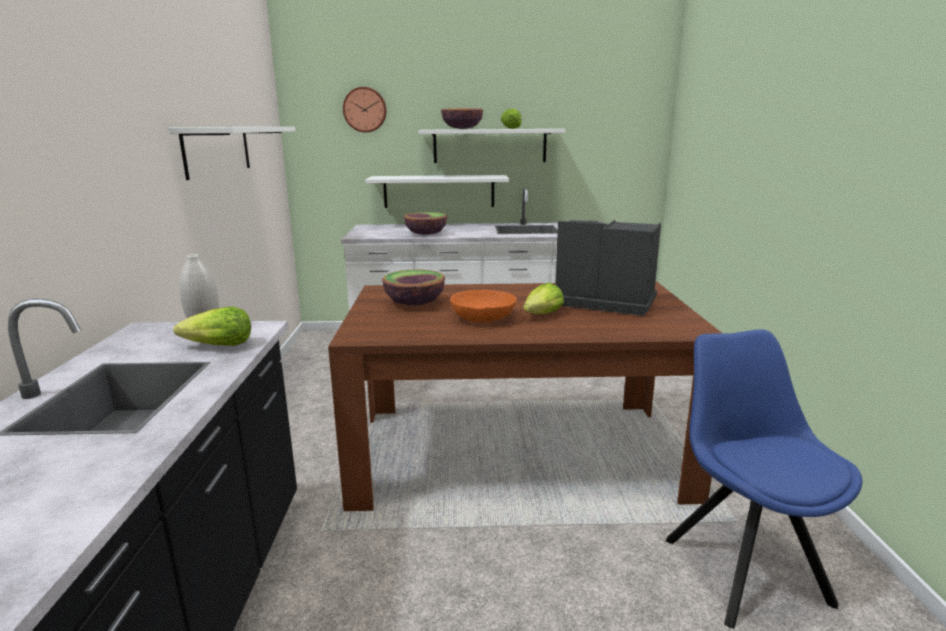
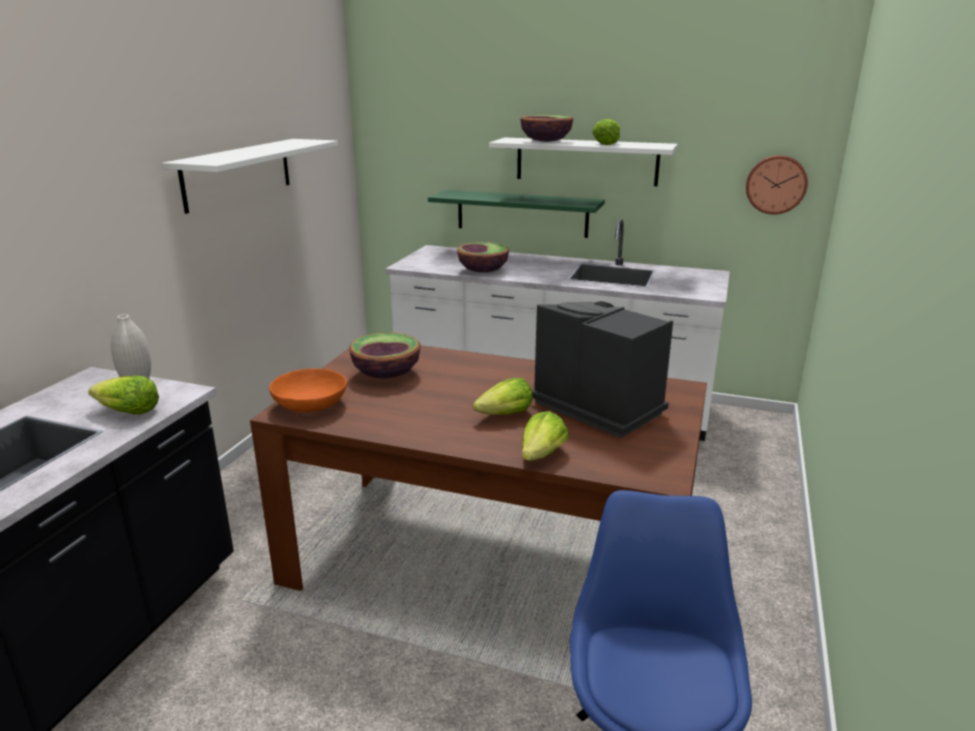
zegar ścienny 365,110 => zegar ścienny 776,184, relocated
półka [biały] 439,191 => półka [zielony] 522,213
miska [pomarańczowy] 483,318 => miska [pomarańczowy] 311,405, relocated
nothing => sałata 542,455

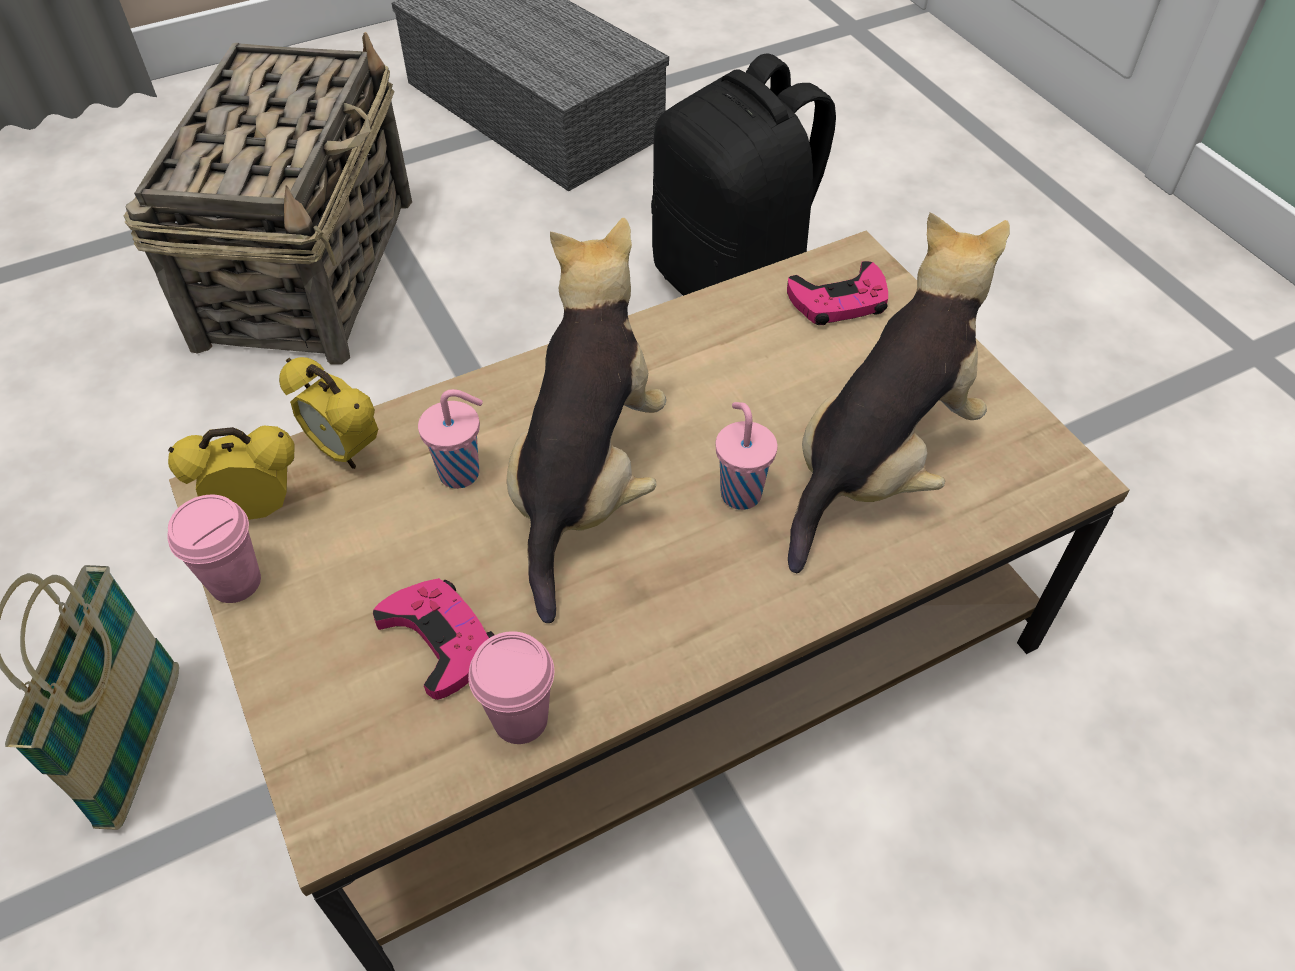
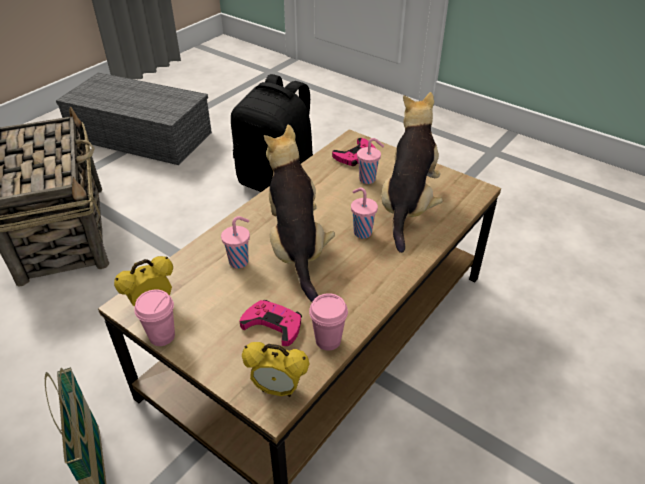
budzik 345,451 => budzik 277,389, relocated
nothing => filiżanka [różowy] 368,179

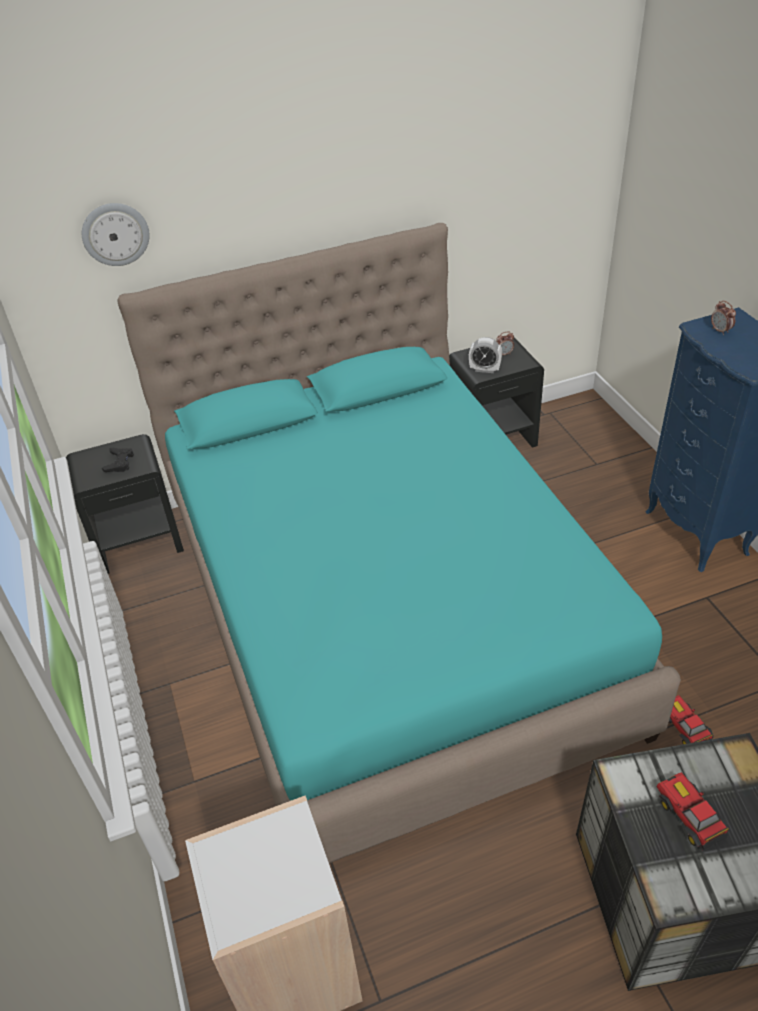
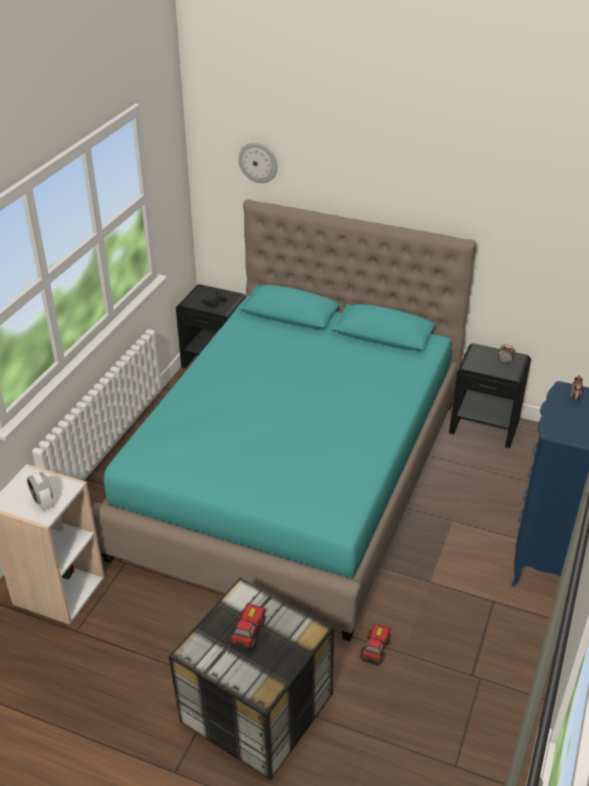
budzik 484,369 => budzik 43,502, relocated

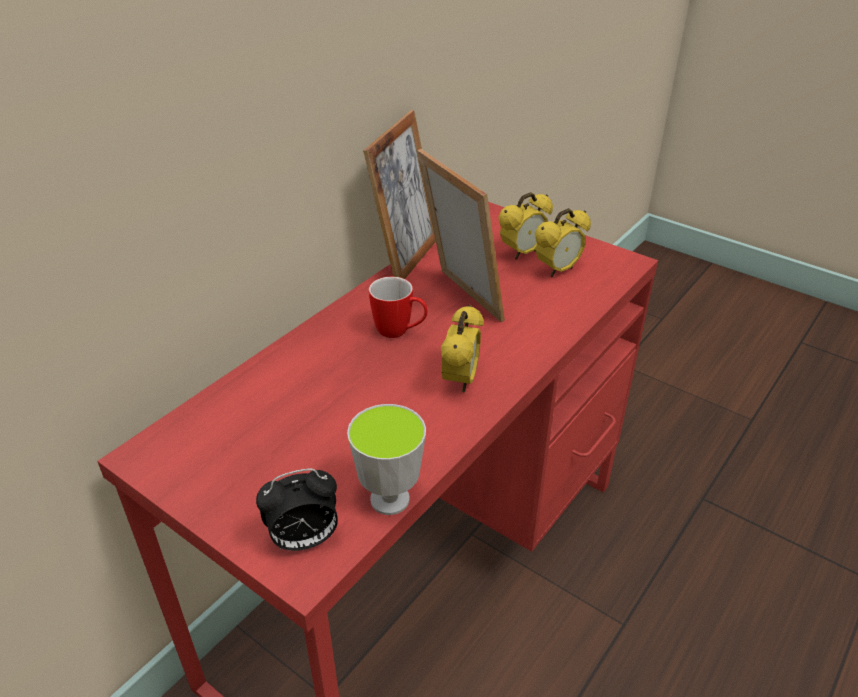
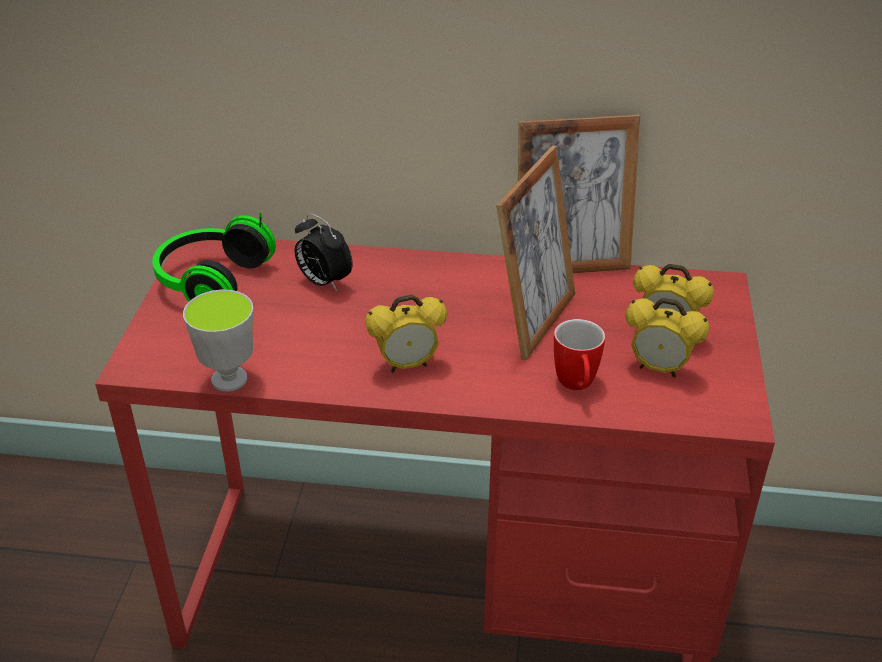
kubek 400,332 => kubek 576,386, relocated
budzik 304,540 => budzik 323,282, relocated
nothing => słuchawki 210,282

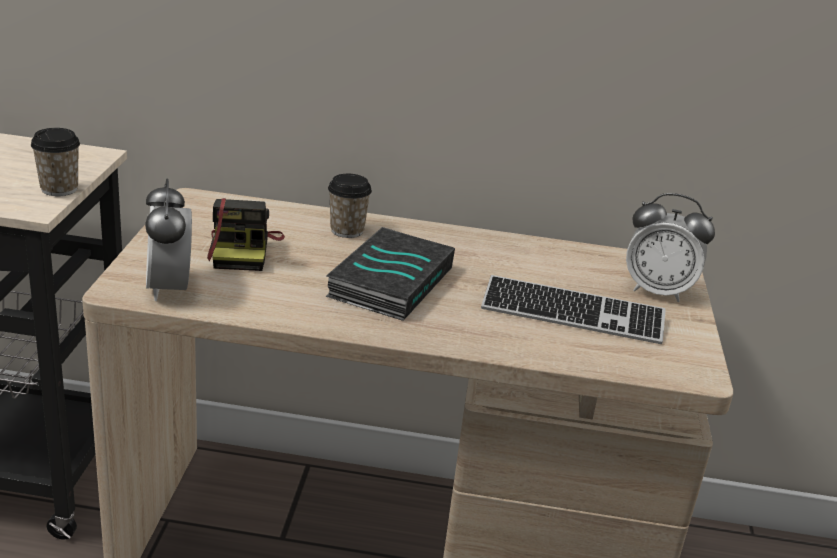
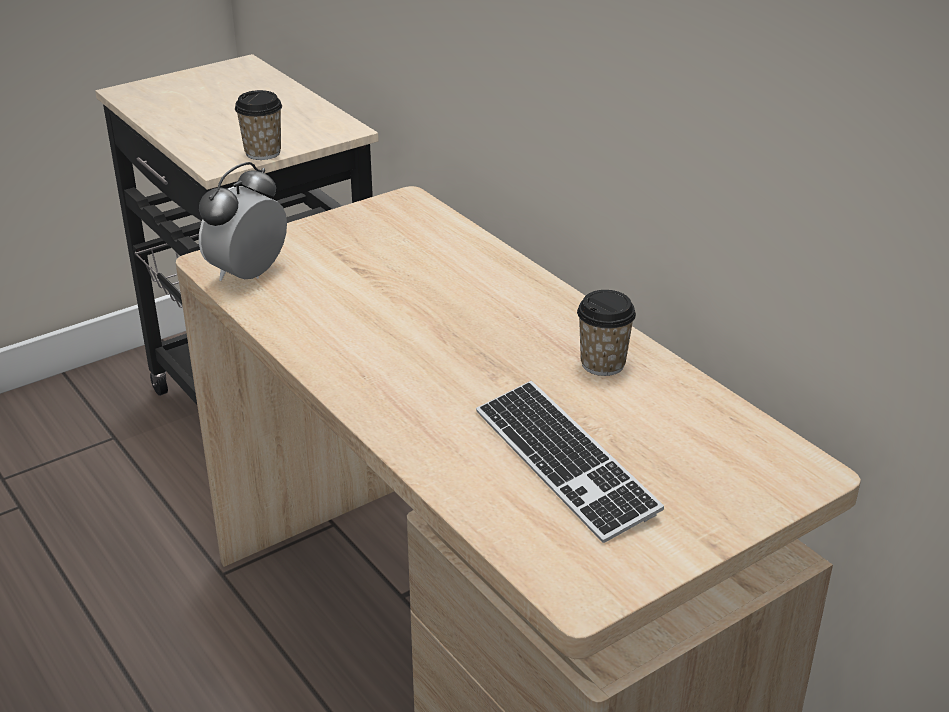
filiżanka 347,230 => filiżanka 602,364, relocated
budzik 657,291 => nothing
aparat fotograficzny 243,250 => nothing
książka 389,281 => nothing

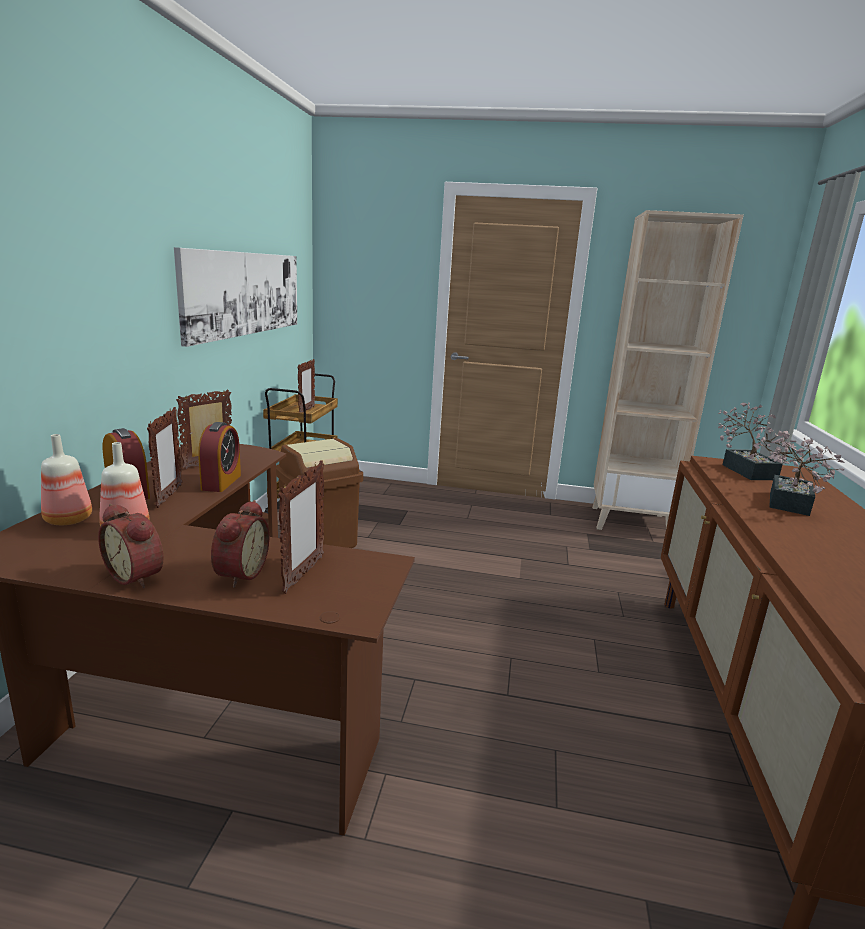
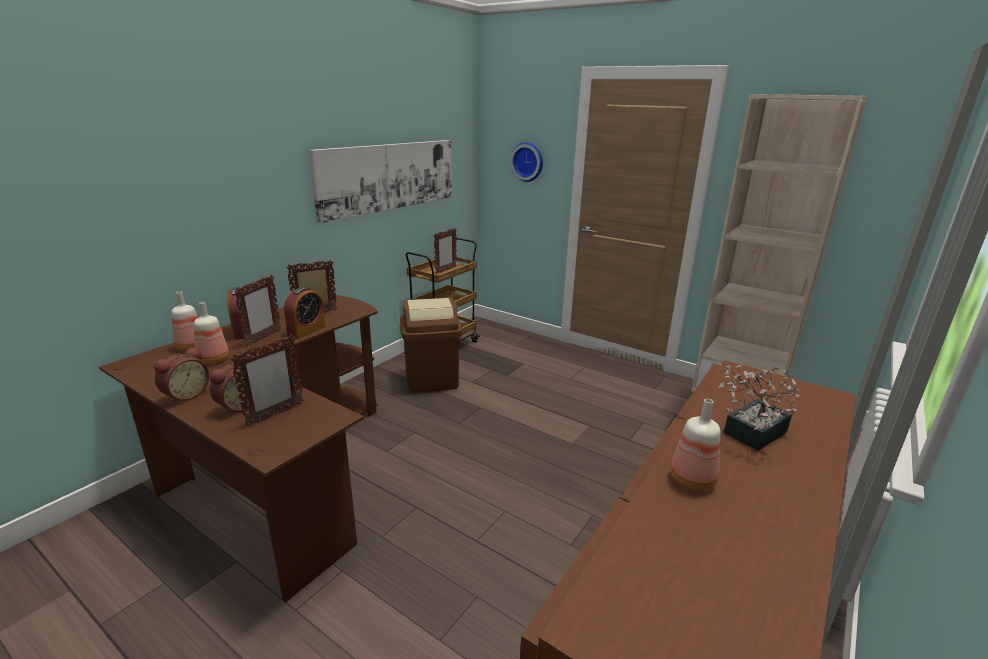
roślina doniczkowa 746,470 => nothing
budzik 138,575 => budzik 185,395, 120 degrees counterclockwise
nothing => zegar ścienny 528,161
nothing => butelka 691,479

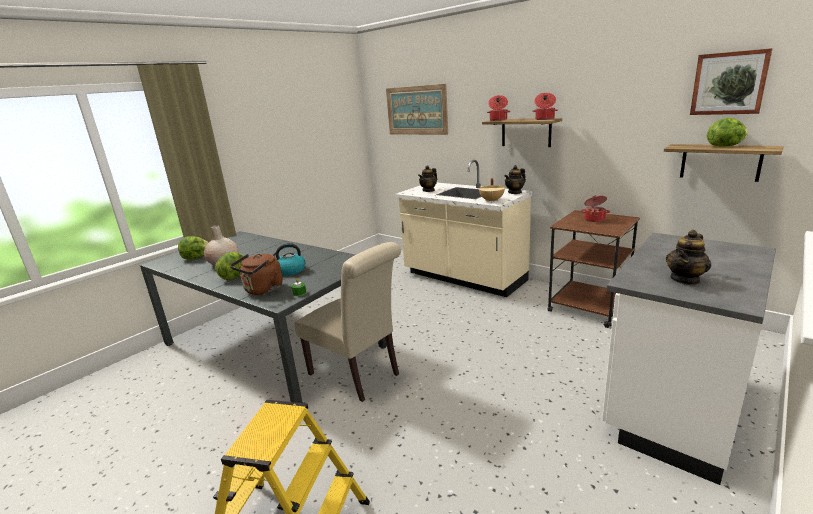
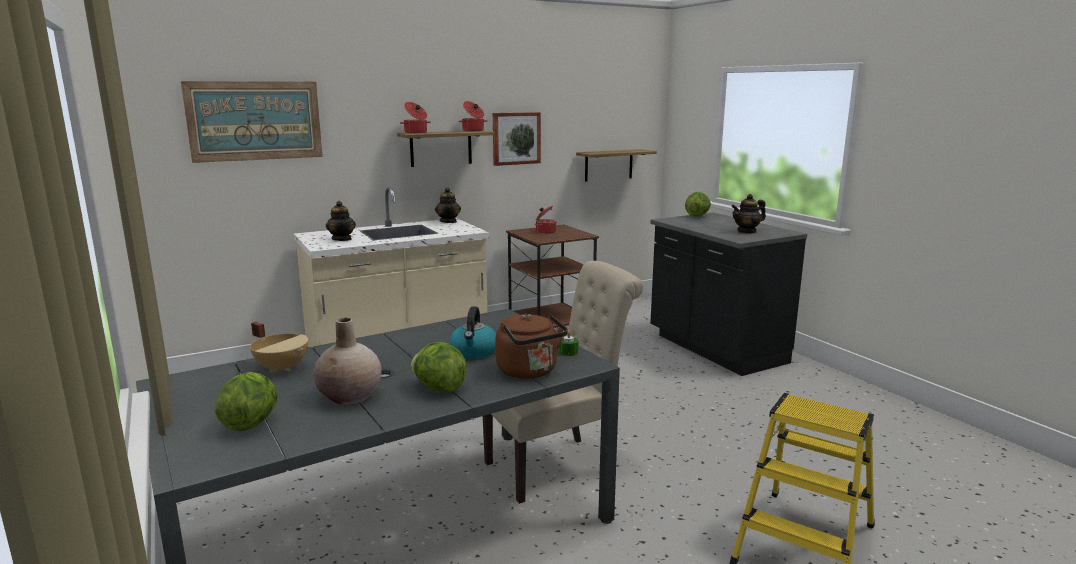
obraz 729,83 => obraz 516,138, relocated
sałata 725,146 => sałata 697,216, relocated
garnek [beżowy] 492,200 => garnek [beżowy] 282,368, relocated
imbryk 685,279 => imbryk 747,231, 90 degrees clockwise
zabudowa kuchenna [biały] 671,409 => zabudowa kuchenna [czarny] 715,349

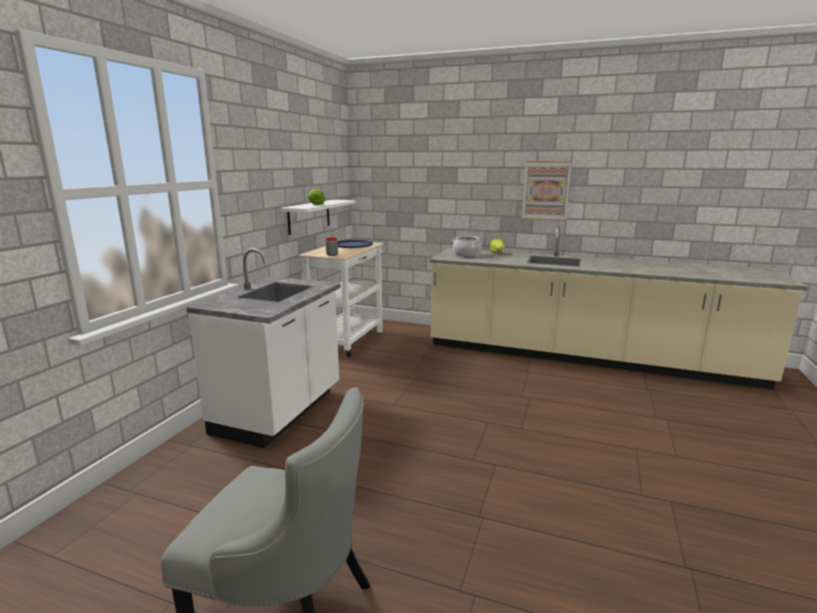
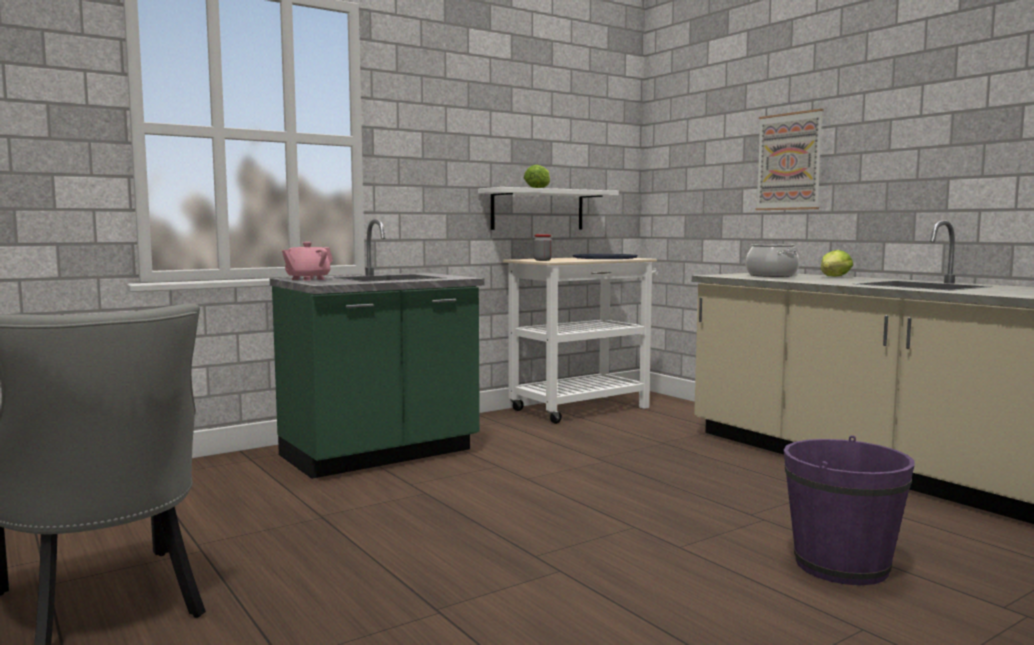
obraz 546,190 => obraz 789,161, relocated
zabudowa kuchenna [biały] 280,412 => zabudowa kuchenna [zielony] 380,454
nothing => imbryk [różowy] 307,279
nothing => wiadro [fioletowy] 841,566

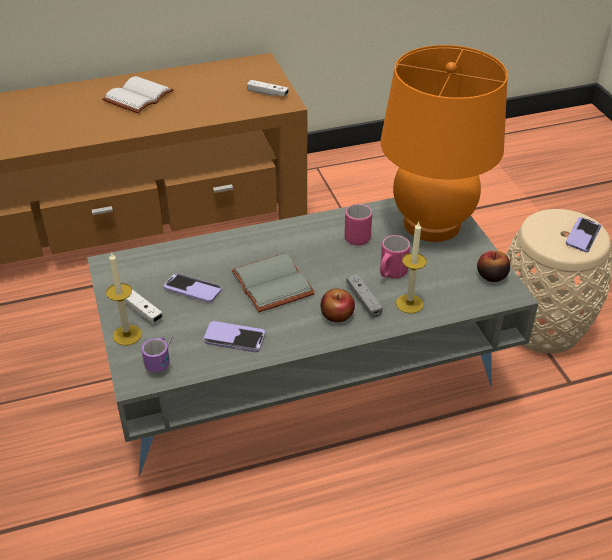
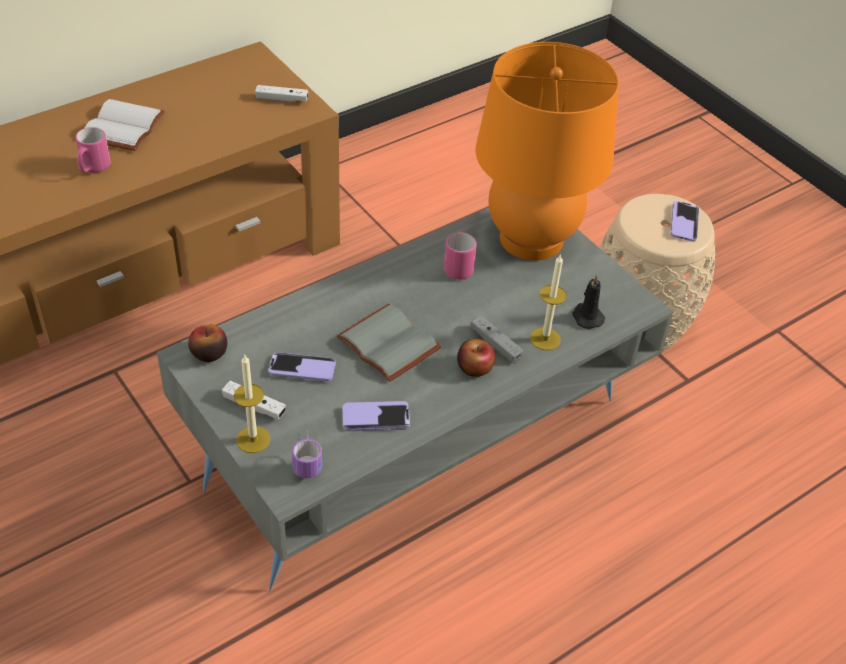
kubek [różowy] 390,274 => kubek [różowy] 93,168, relocated
jabłko 491,276 => jabłko 209,353, relocated
nothing => świeca [czarny] 586,316

